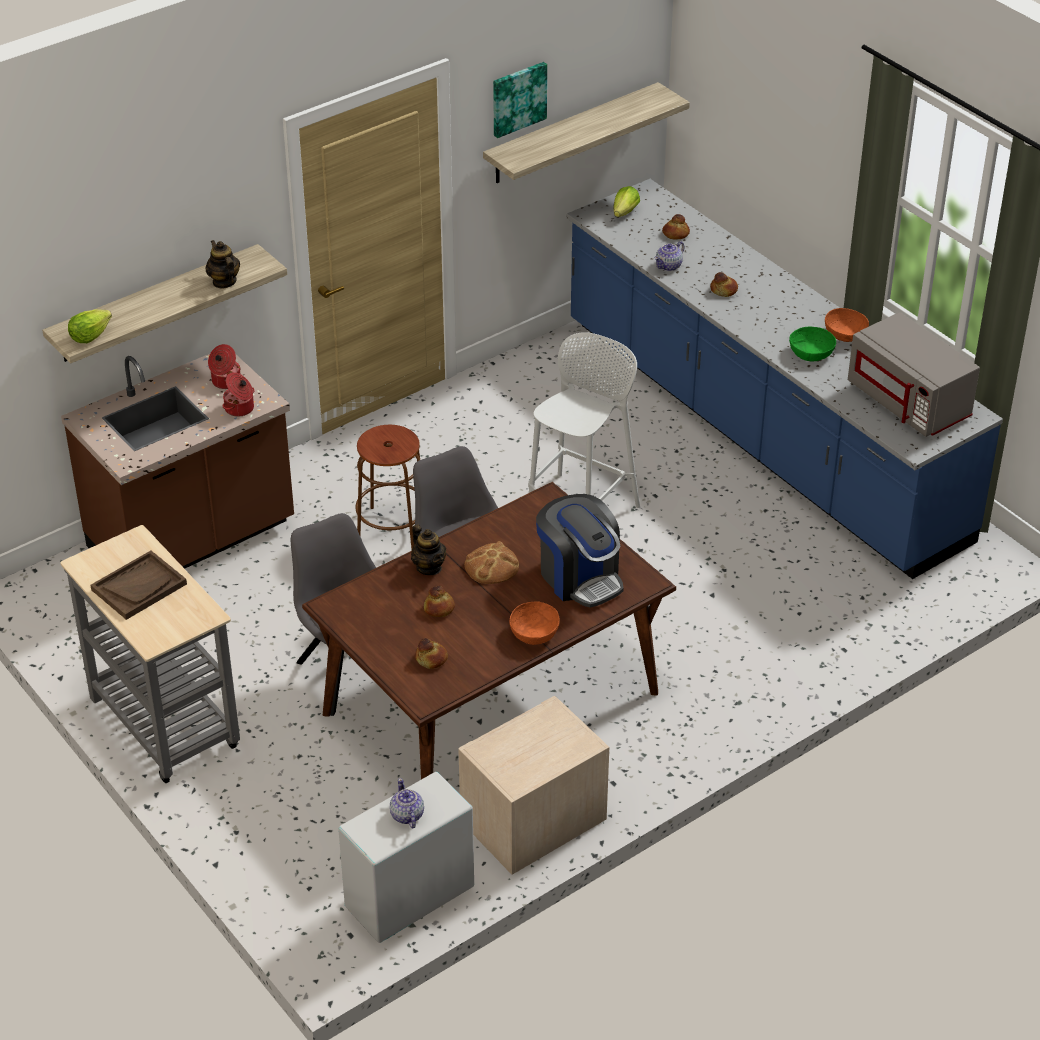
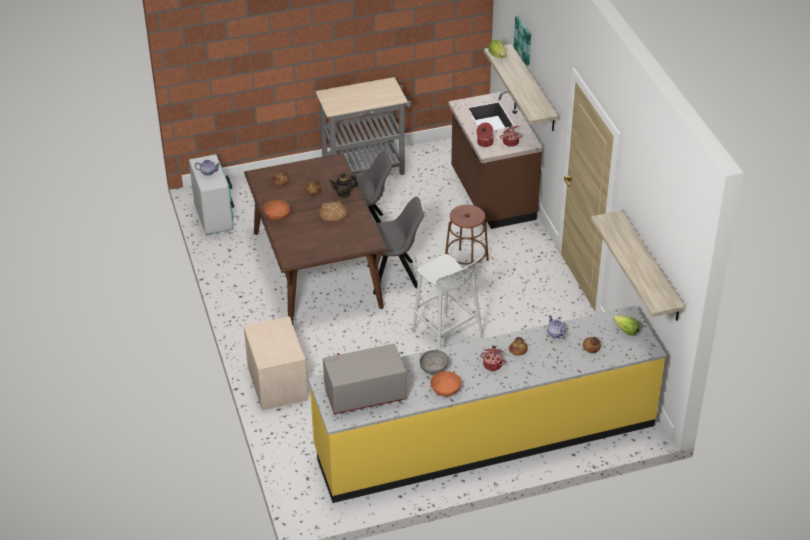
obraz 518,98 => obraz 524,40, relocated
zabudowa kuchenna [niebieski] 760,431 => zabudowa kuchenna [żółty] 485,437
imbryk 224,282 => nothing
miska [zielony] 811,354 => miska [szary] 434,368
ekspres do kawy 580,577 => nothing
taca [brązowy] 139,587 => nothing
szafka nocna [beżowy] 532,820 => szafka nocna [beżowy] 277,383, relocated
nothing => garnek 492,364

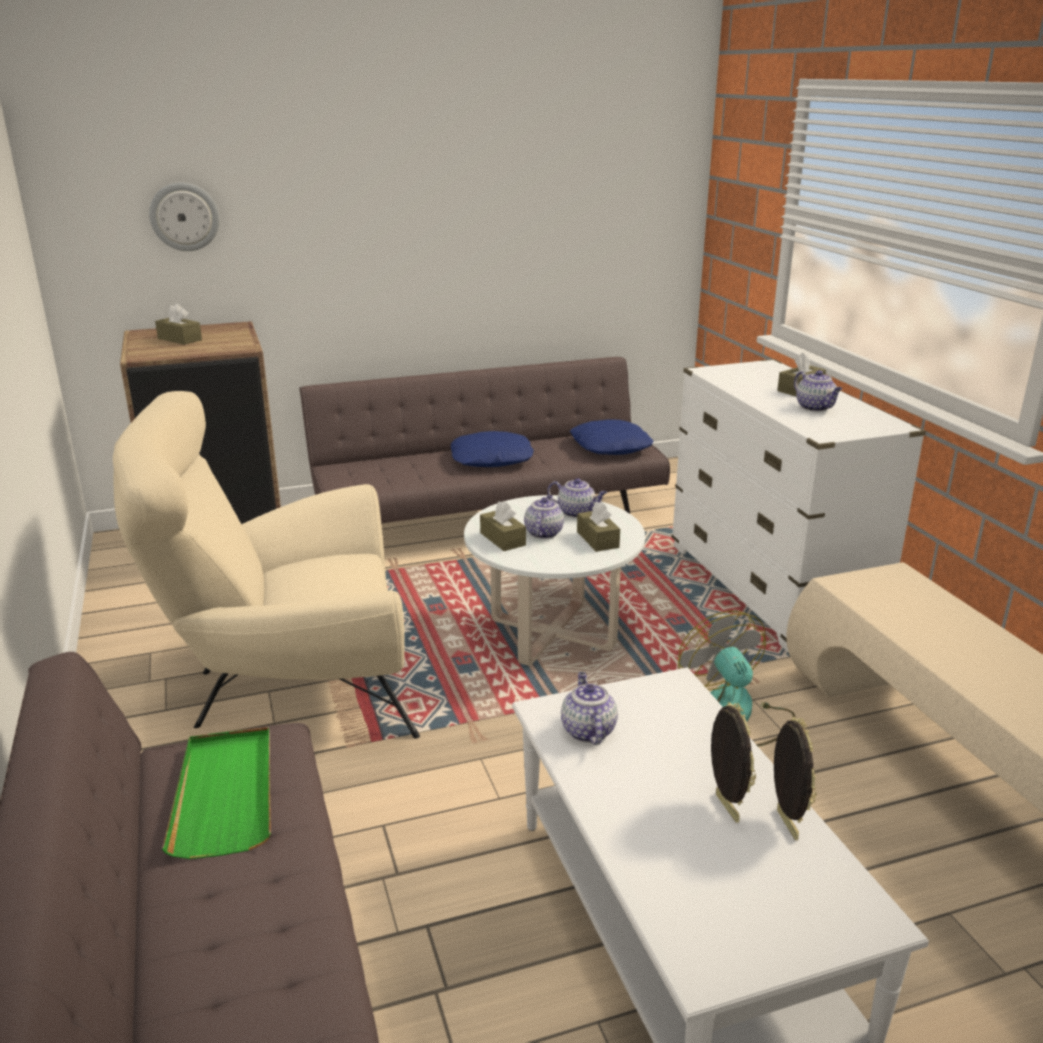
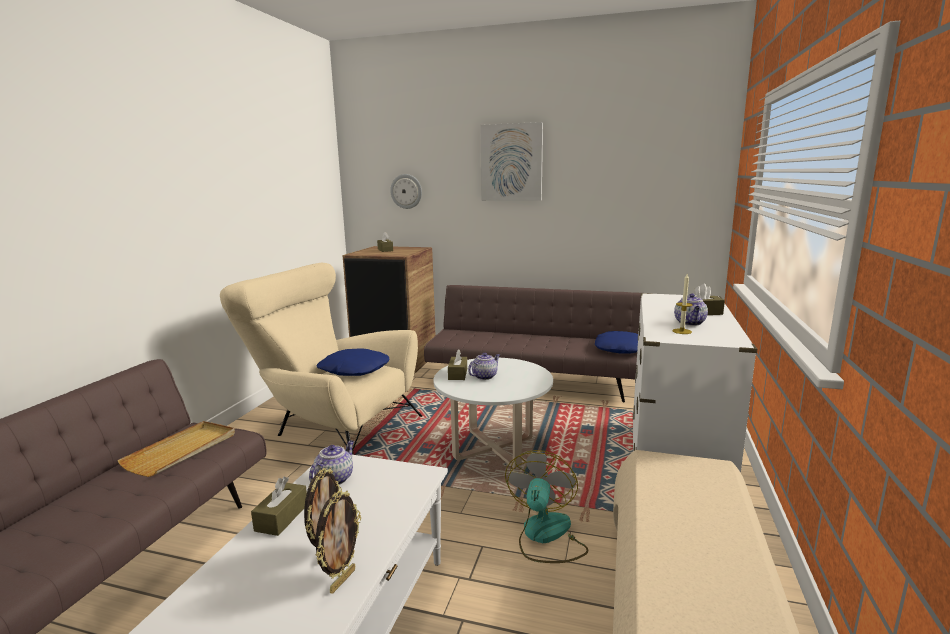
poduszka [niebieski] 491,459 => poduszka [niebieski] 354,369, relocated
imbryk 577,512 => nothing
pudełko chusteczek [brązowy] 597,539 => pudełko chusteczek [brązowy] 282,517, relocated
taca [zielony] 225,794 => taca [beżowy] 182,451
nothing => obraz 511,162
nothing => świeca 682,331

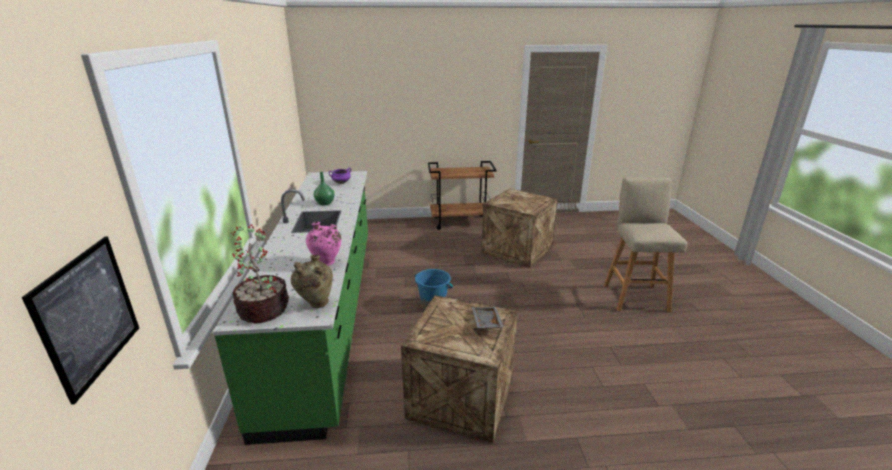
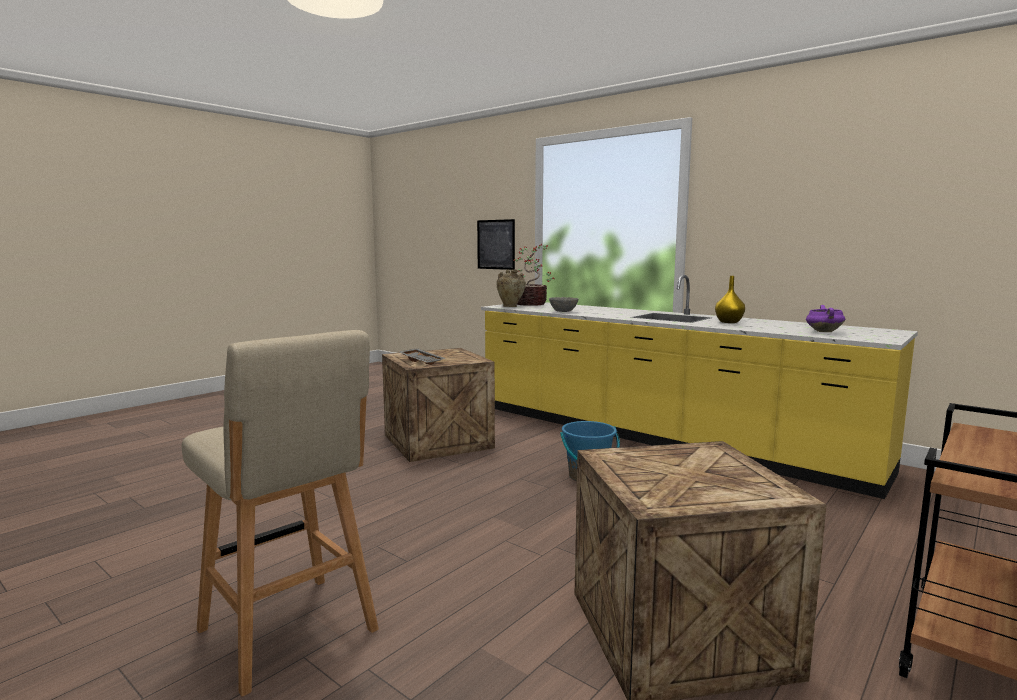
zabudowa kuchenna [zielony] 328,311 => zabudowa kuchenna [żółty] 659,437
wazon [zielony] 325,203 => wazon [żółty] 728,322
wazon [różowy] 326,263 => miska [szary] 563,311

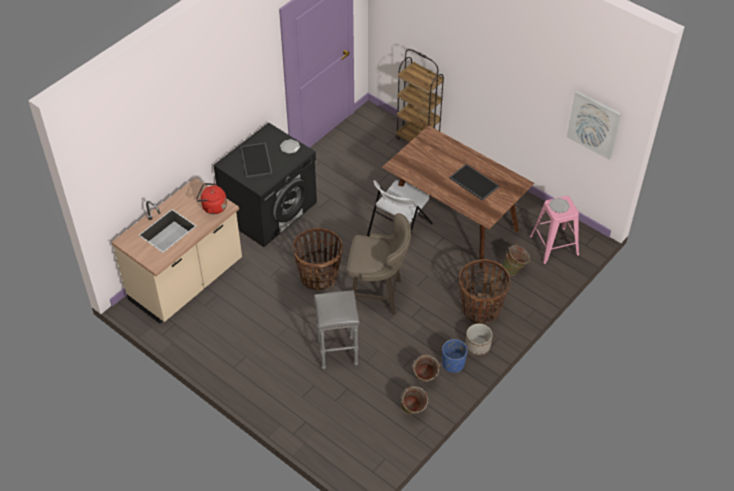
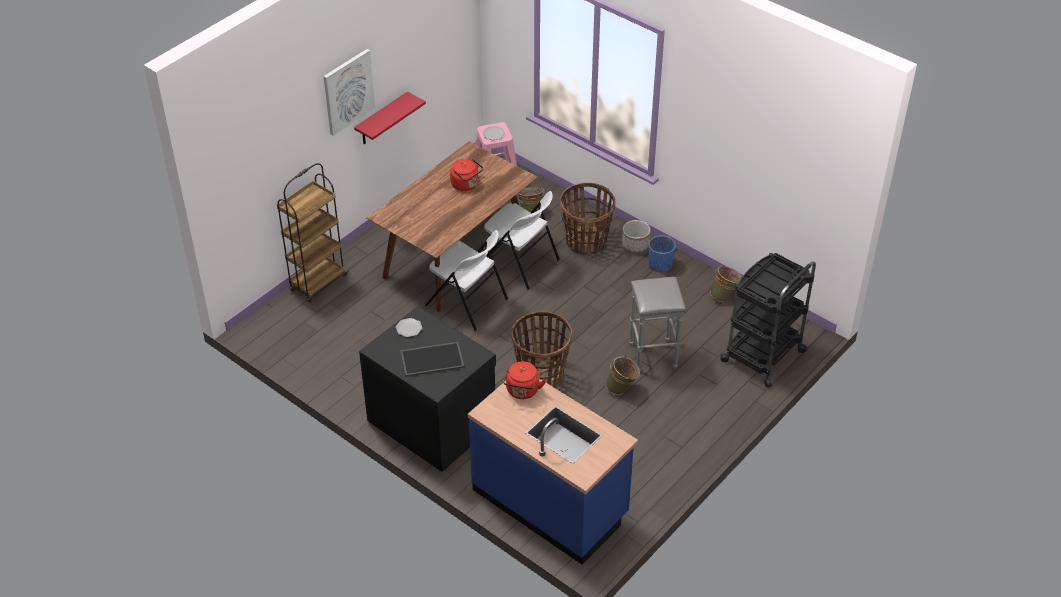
obraz 594,124 => obraz 348,91, relocated
taca 473,182 => czajnik [czerwony] 466,185
zabudowa kuchenna [beżowy] 187,282 => zabudowa kuchenna [niebieski] 550,502
stołek [beżowy] 378,295 => nothing
wiadro [zielony] 424,380 => wiadro [zielony] 622,389, relocated
nothing => półka [czerwony] 382,119
nothing => krzesło [biały] 519,262
nothing => wózek [czarny] 762,355

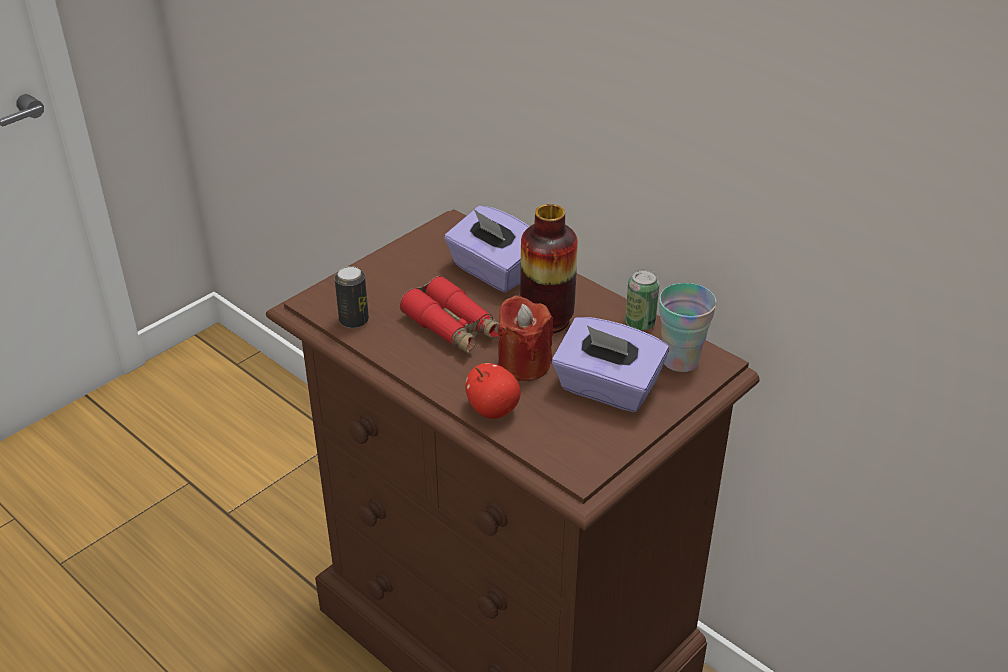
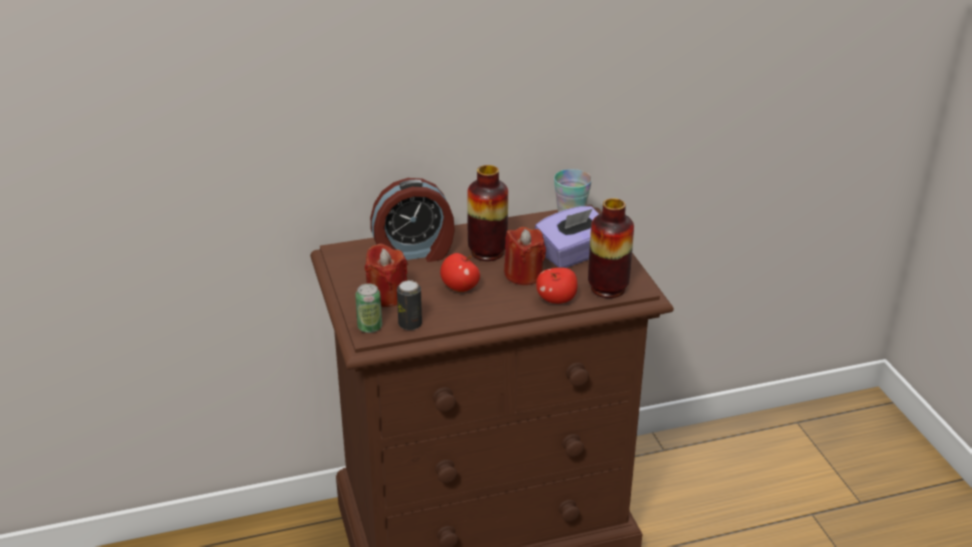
pudełko chusteczek [fioletowy] 493,271 => budzik 414,254
puszka 640,323 => puszka 370,327, relocated
lornetka [czerwony] 453,328 => jabłko 460,288
nothing => wazon 608,288
nothing => świeca [czerwony] 387,296

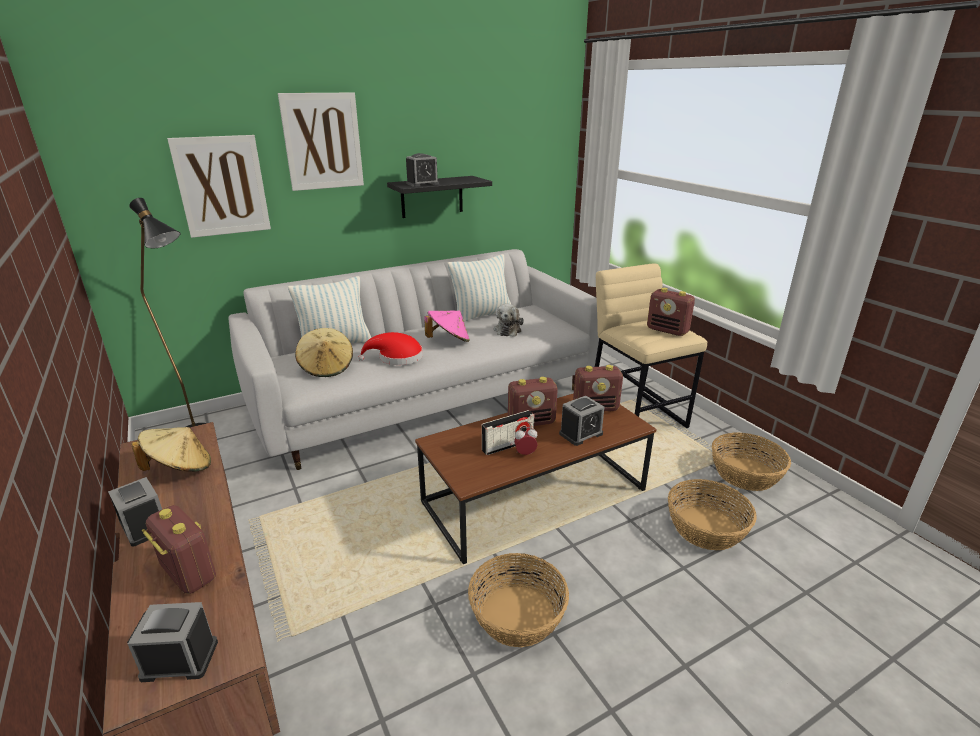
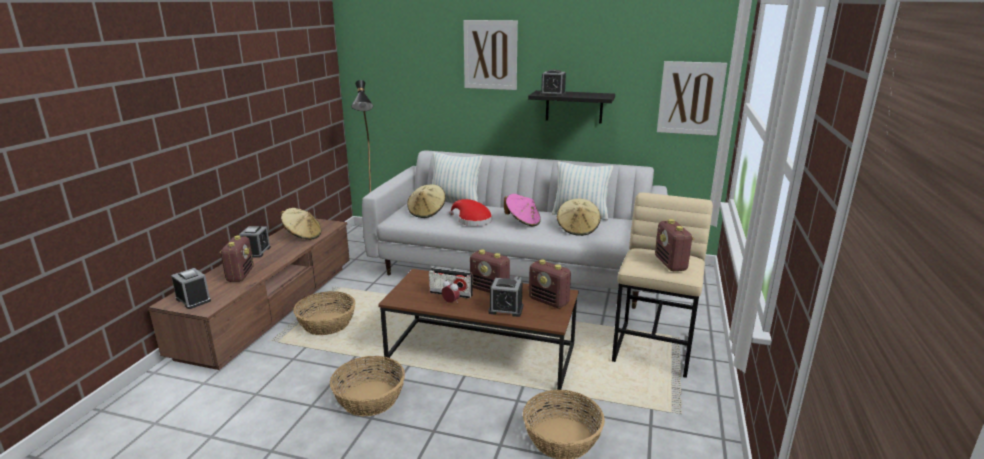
obraz 222,186 => obraz 690,98, relocated
pluszak 508,330 => kapelusz [beżowy] 578,229
koszyk 745,474 => koszyk 327,324, relocated

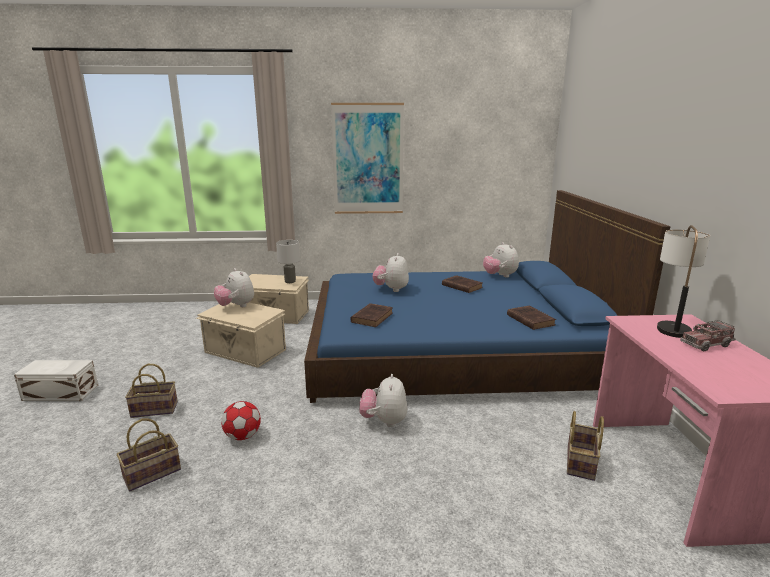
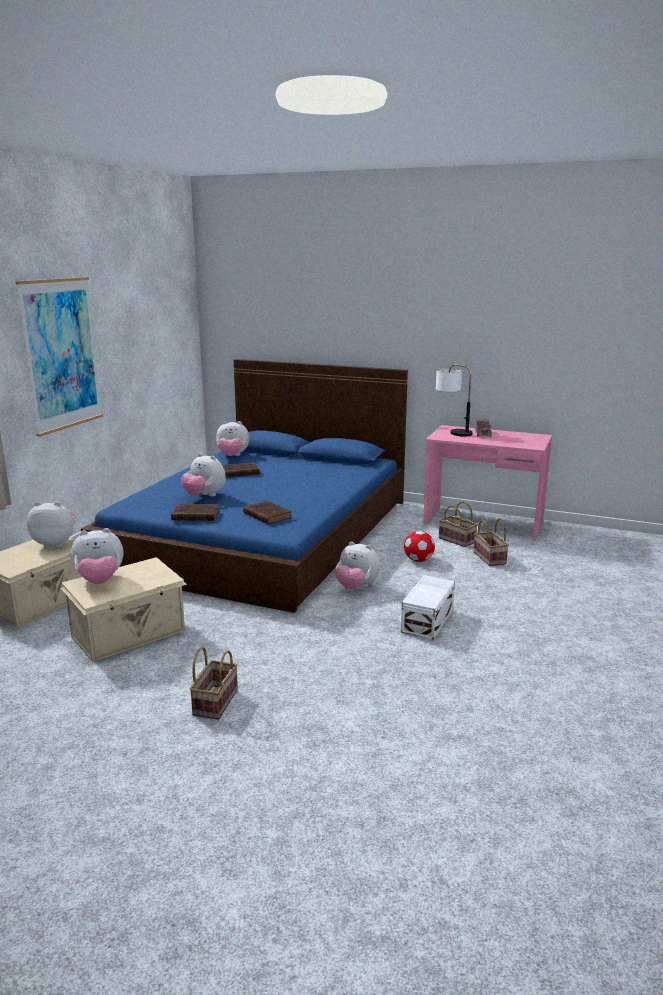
lampa stołowa [biały] 289,282 => pluszak 56,543
książka [brązowy] 529,320 => książka [brązowy] 194,515, relocated
pojemnik do przechowywania [biały] 61,393 => pojemnik do przechowywania [biały] 429,620, relocated
piłka futbolowa 243,436 => piłka futbolowa 418,560, relocated
koszyk 151,474 => koszyk 490,558, relocated

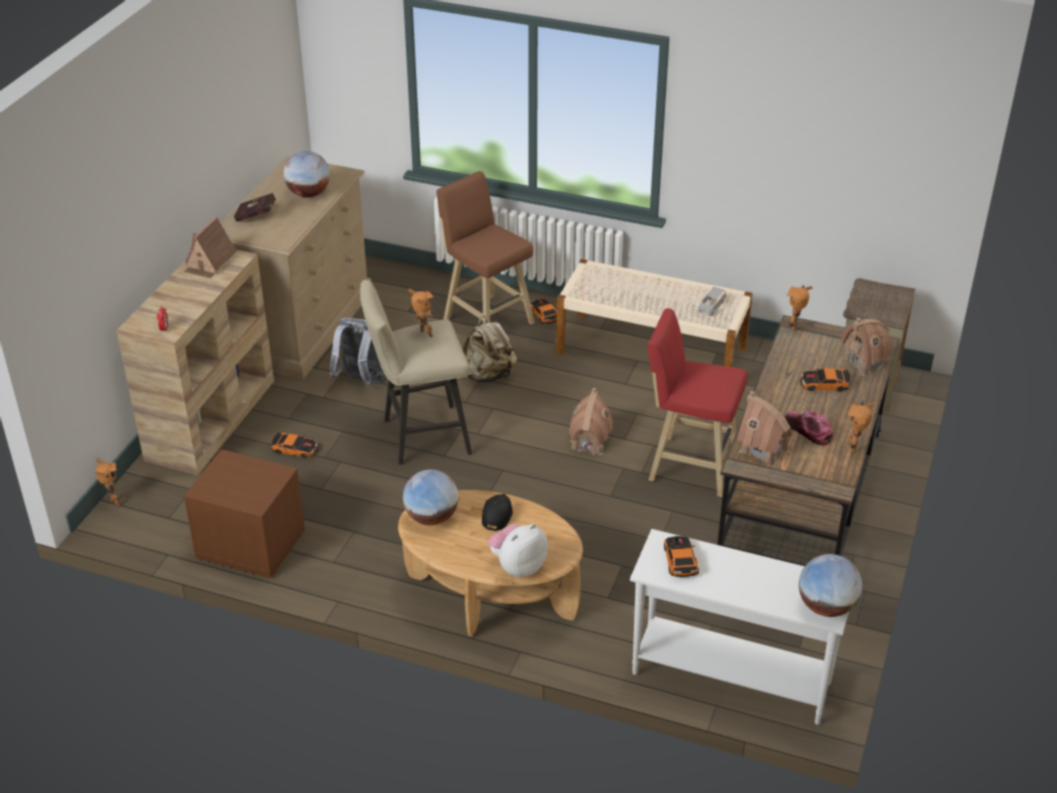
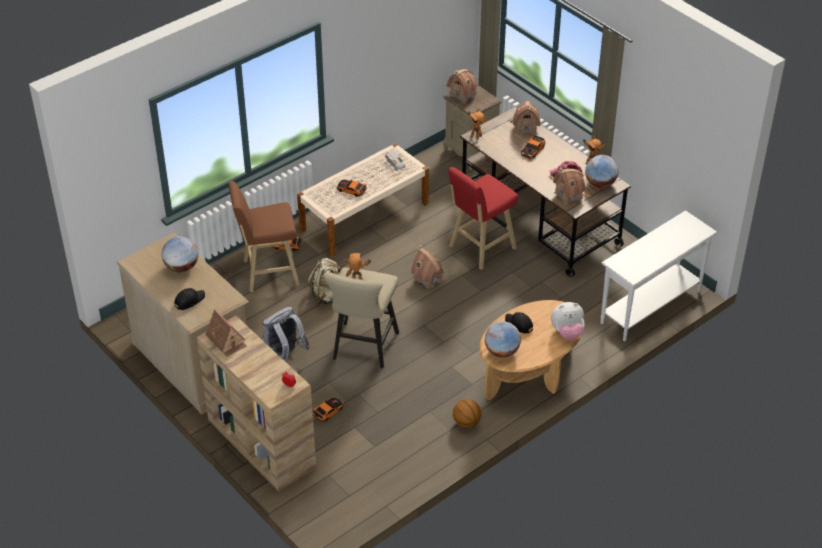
książka [czerwony] 258,217 => czapka z daszkiem [czarny] 189,301
szafka nocna [brązowy] 249,545 => nothing
robot zabawkowy 113,504 => nothing
pluszak 518,566 => pluszak 567,332, 90 degrees counterclockwise
samochodzik 679,560 => samochodzik 351,190, relocated
globus 826,607 => globus 600,183, relocated
nothing => domek 462,95
nothing => piłka do koszykówki 466,423

